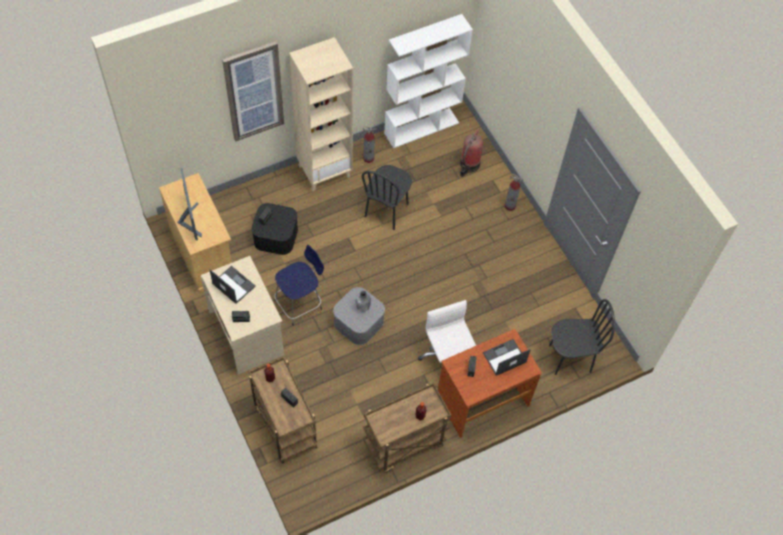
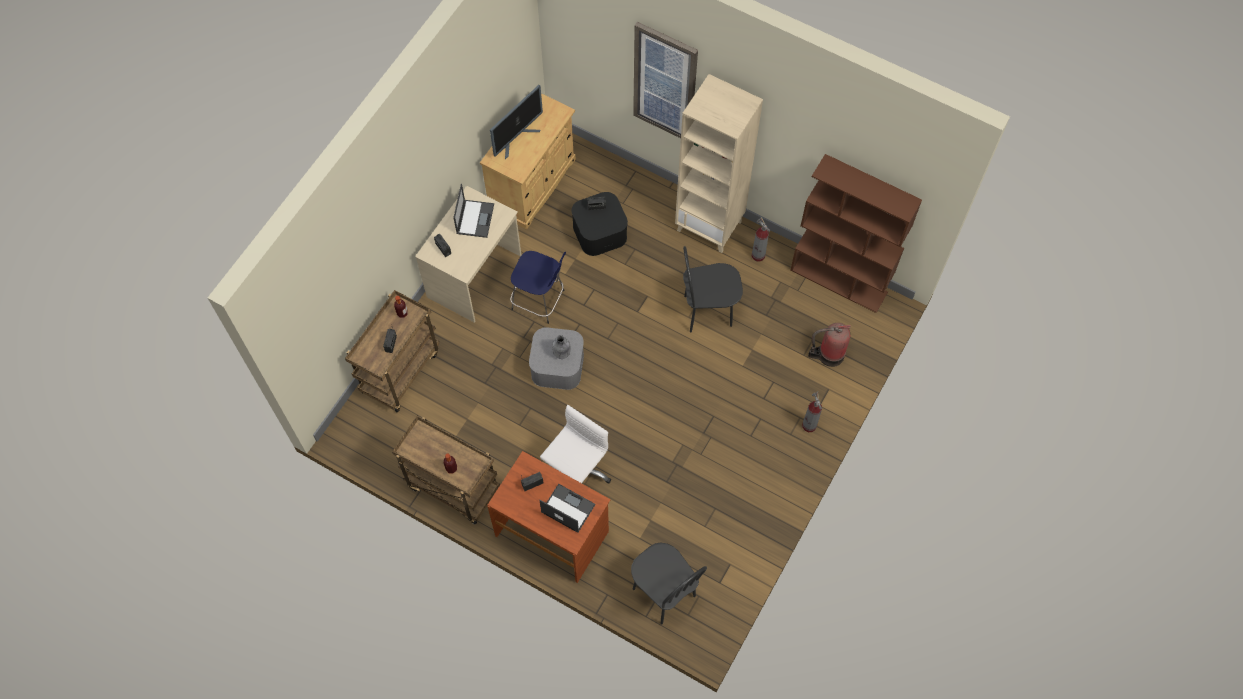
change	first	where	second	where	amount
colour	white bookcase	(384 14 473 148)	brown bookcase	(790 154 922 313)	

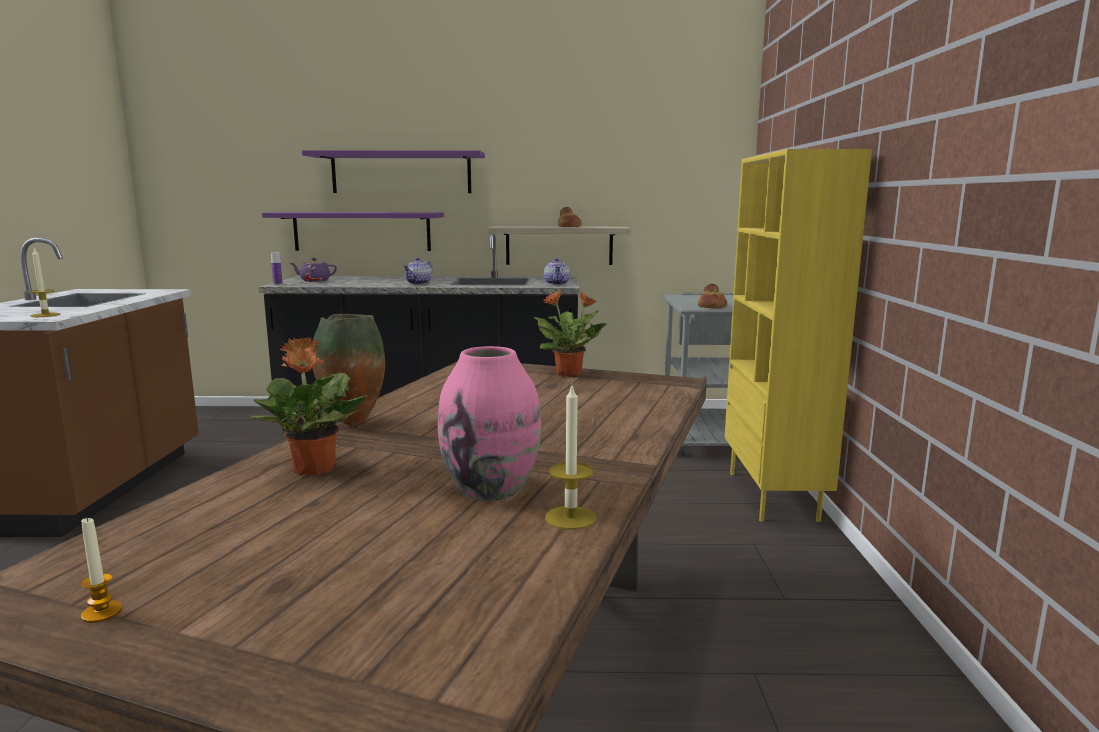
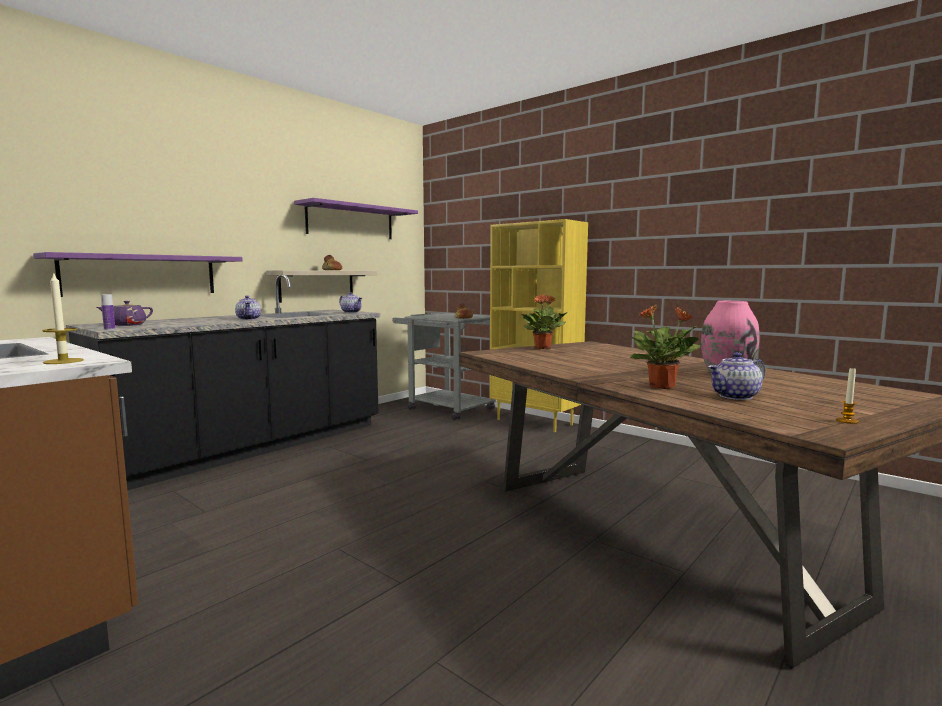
change	first	where	second	where	amount
relocated	purple shelf	(302 150 485 193)		(294 198 418 239)	
missing	vase	(313 314 385 426)			
missing	candle	(545 386 596 530)			
appeared			teapot	(708 352 765 400)	

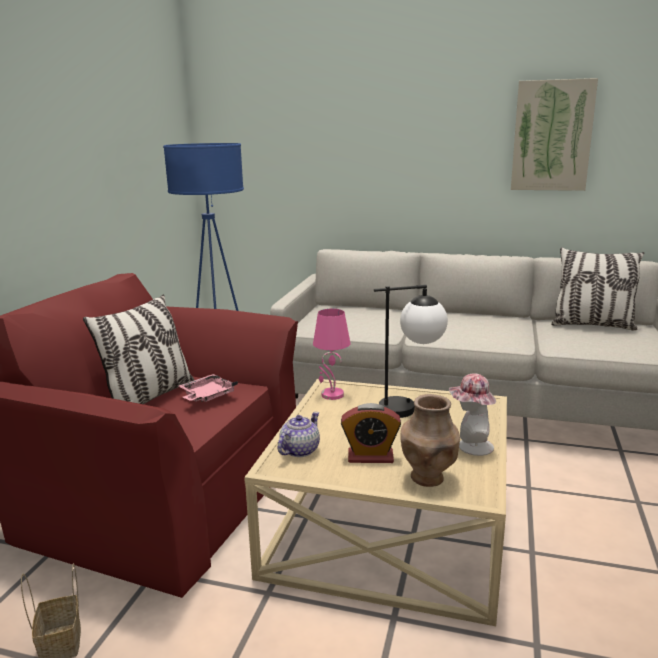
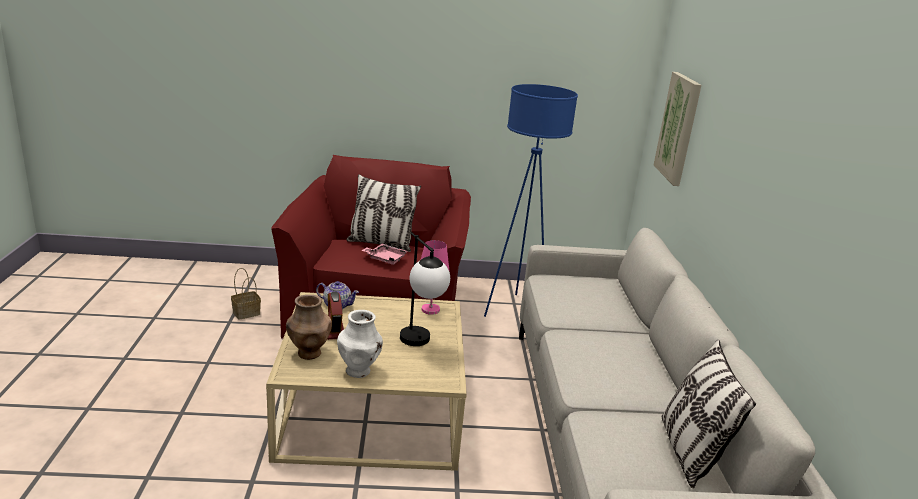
change	first	where	second	where	amount
exchanged	hat	(449 373 496 456)	white vase	(337 310 383 378)	
relocated	picture	(511 78 598 191)		(653 72 702 186)	

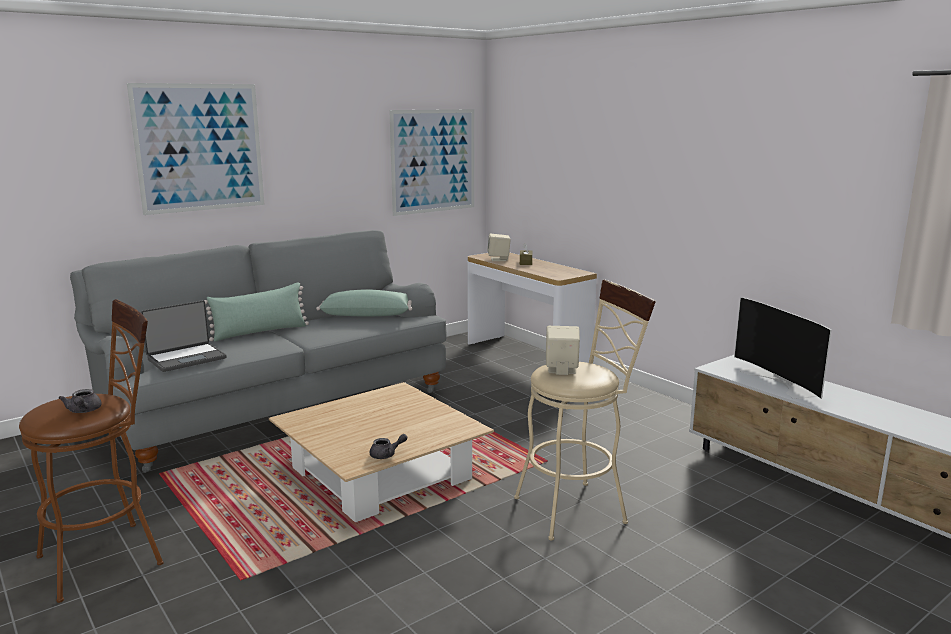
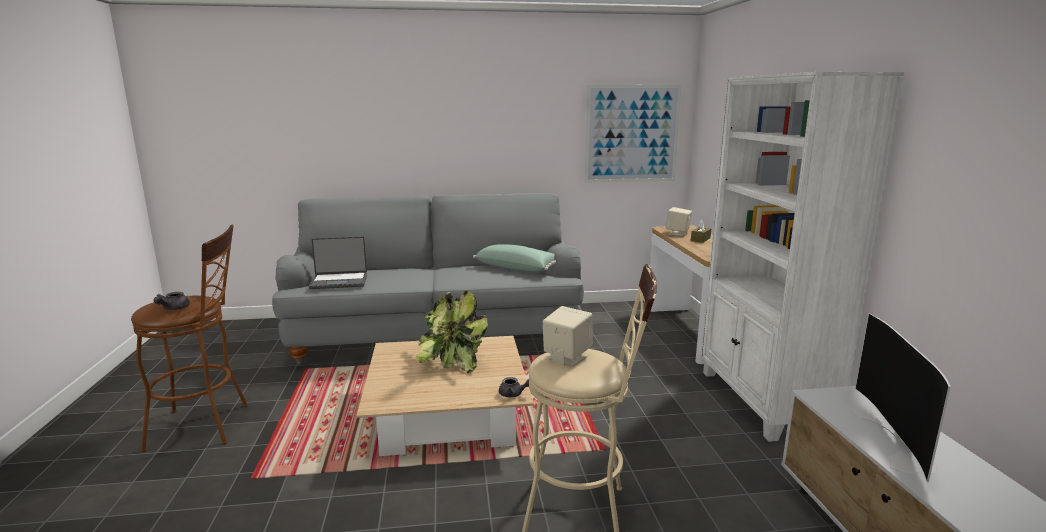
change	first	where	second	where	amount
missing	picture	(127 83 264 215)			
missing	green pillow	(204 282 309 341)			
relocated	grey teapot	(370 434 407 459)		(499 377 529 397)	
appeared			potted plant	(416 290 488 373)	
appeared			white bookcase	(701 72 904 442)	

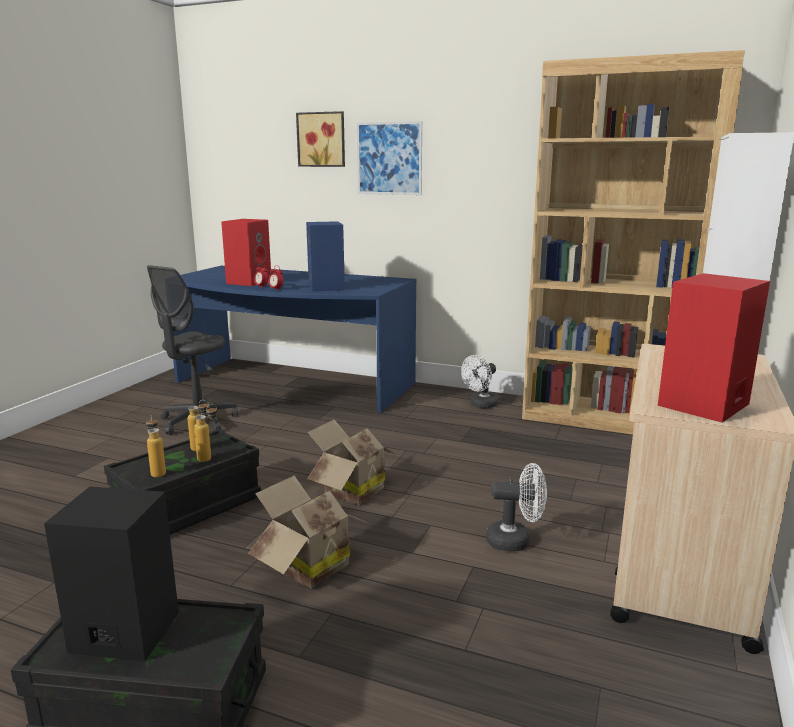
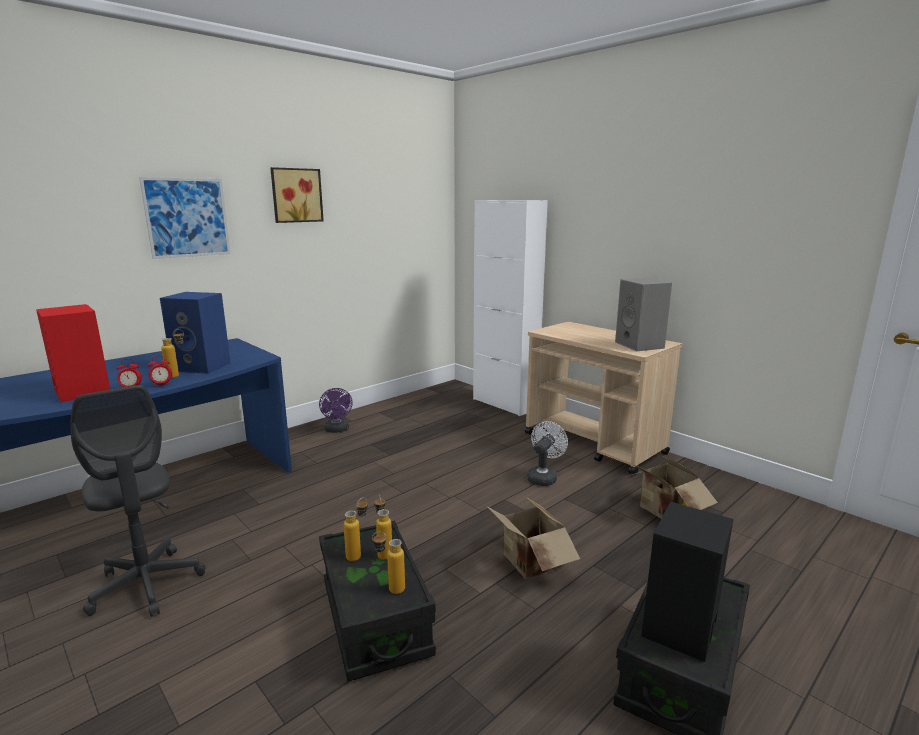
change	first	where	second	where	amount
relocated	picture	(296 111 345 167)		(270 167 324 223)	
relocated	cardboard box	(307 420 397 505)		(626 455 718 518)	
colour	white fan	(461 355 498 408)	purple fan	(319 388 353 433)	
missing	brown bookcase	(522 50 745 435)			
colour	red speaker	(658 273 770 423)	grey speaker	(615 278 672 351)	
appeared			bottle	(161 329 184 378)	

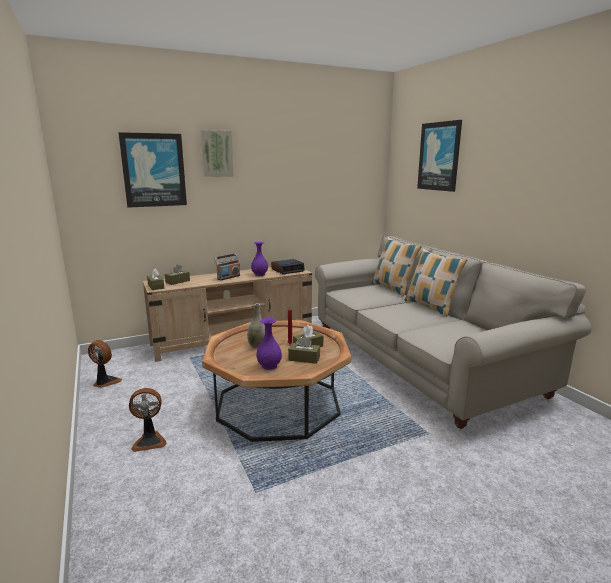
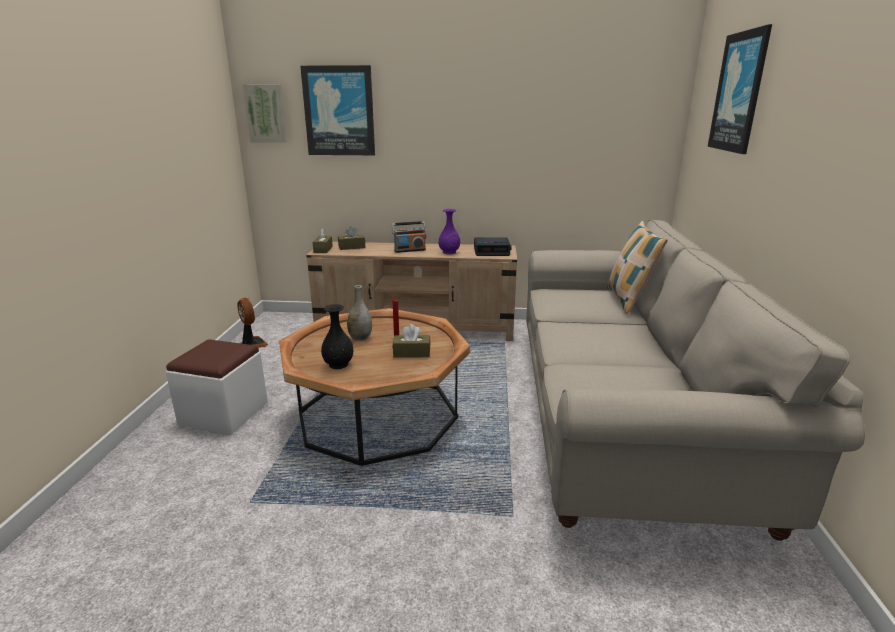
change	first	where	second	where	amount
exchanged	fan	(129 388 167 452)	white ottoman	(166 339 268 435)	
relocated	picture	(201 130 234 177)		(243 84 287 143)	
colour	purple vase	(256 318 282 370)	black vase	(321 304 353 369)	
missing	brown tissue box	(288 336 320 364)			
missing	pillow	(404 248 467 317)			

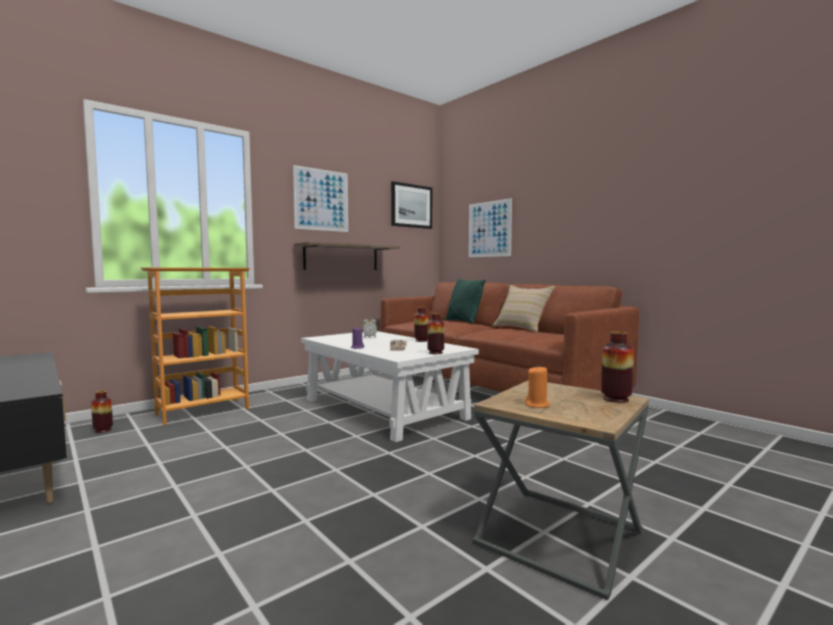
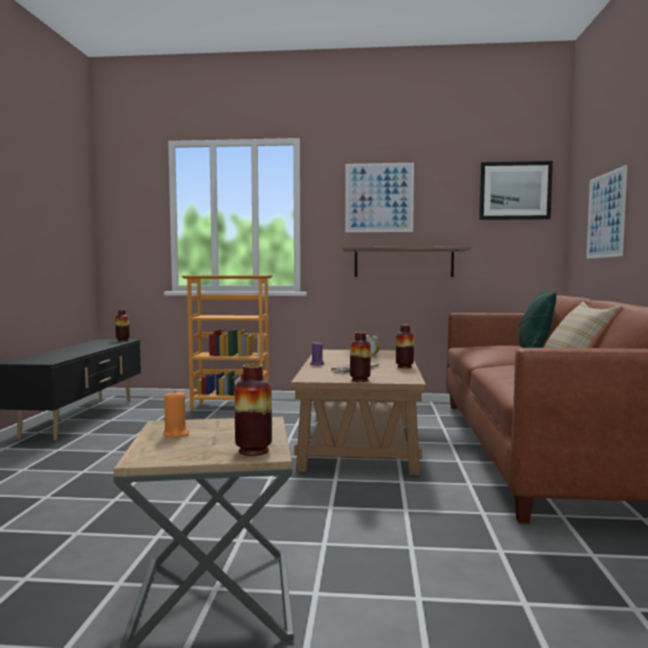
change	first	where	second	where	amount
relocated	vase	(91 391 113 433)		(115 310 130 341)	
colour	white coffee table	(301 331 479 442)	brown coffee table	(291 350 426 475)	

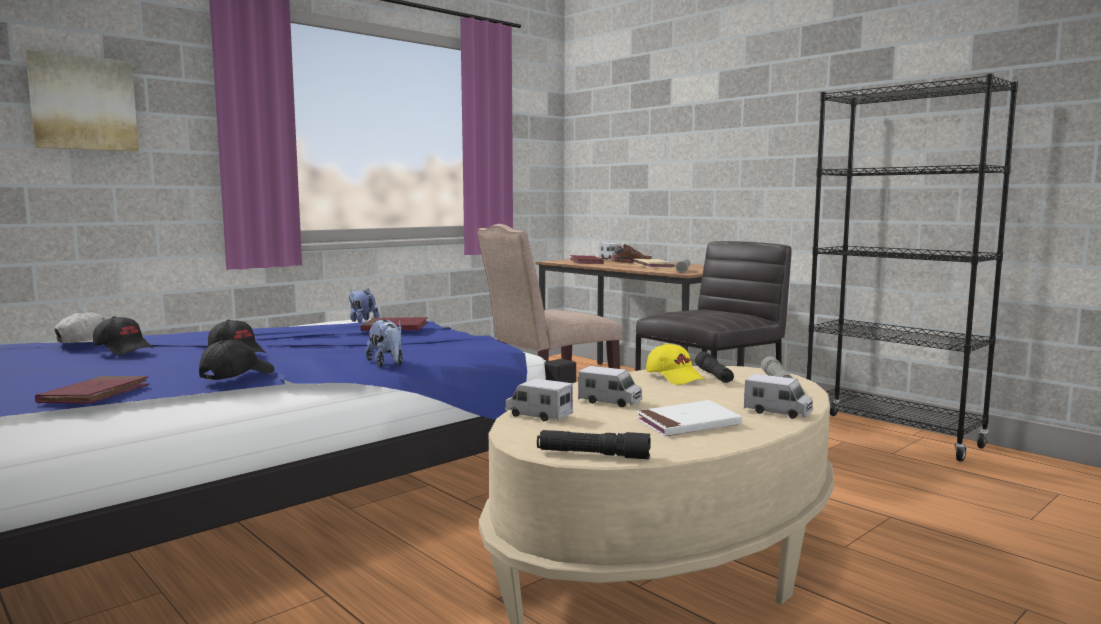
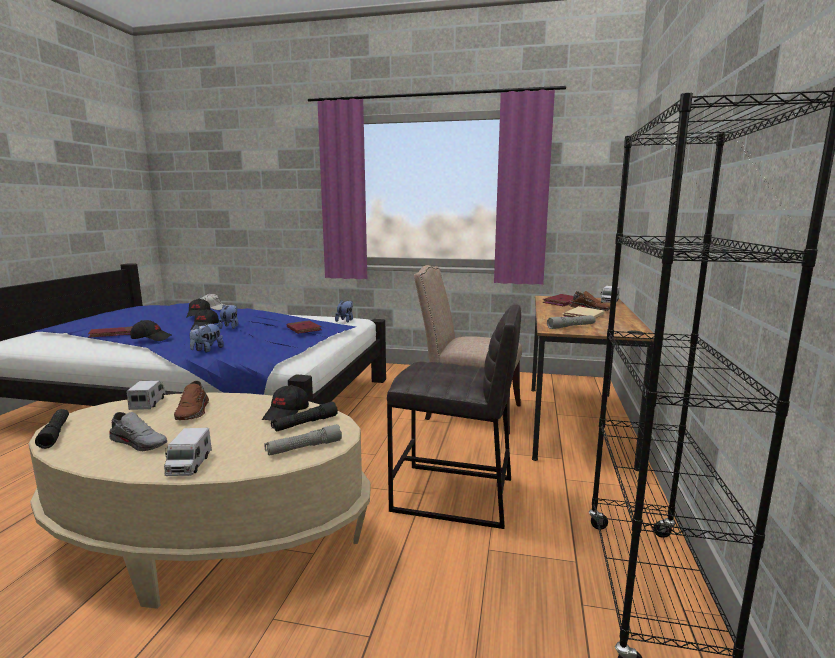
change	first	where	second	where	amount
missing	picture	(25 50 139 151)			
exchanged	toy truck	(578 366 643 407)	brown shoe	(174 381 209 420)	
exchanged	white book	(636 400 742 436)	grey shoe	(109 412 167 451)	
colour	yellow cap	(646 343 705 385)	black cap	(262 385 309 421)	
appeared			plush toy	(218 304 239 329)	

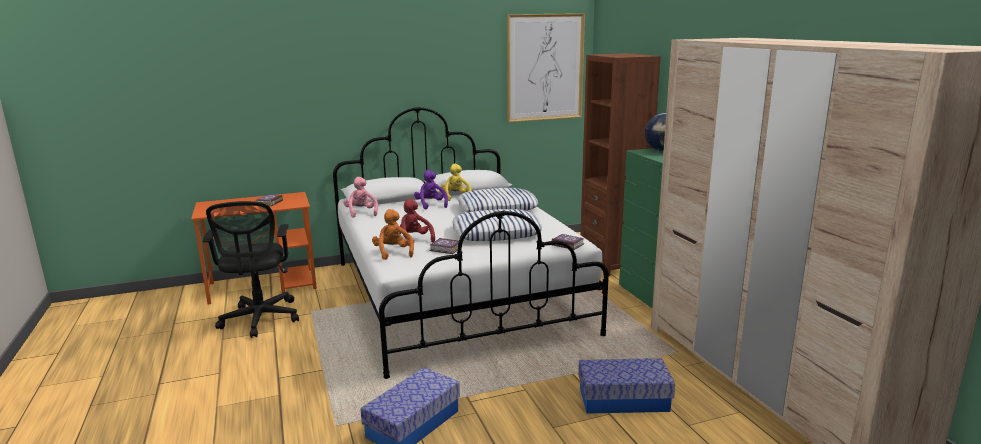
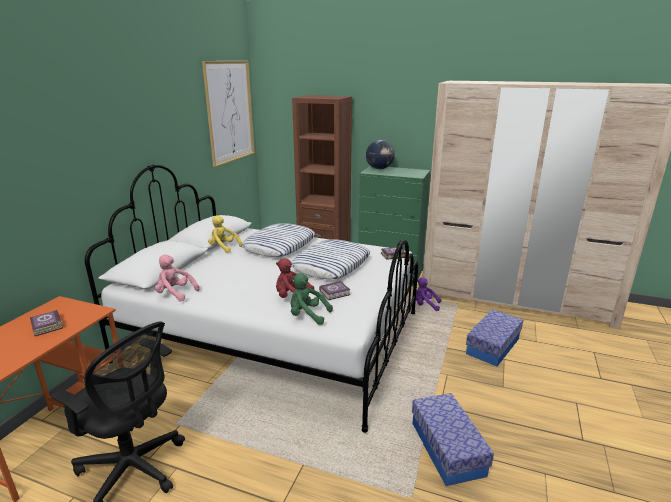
change	first	where	second	where	amount
colour	orange plush toy	(372 209 414 260)	green plush toy	(291 273 333 325)	
relocated	purple plush toy	(414 170 448 209)		(416 277 441 311)	

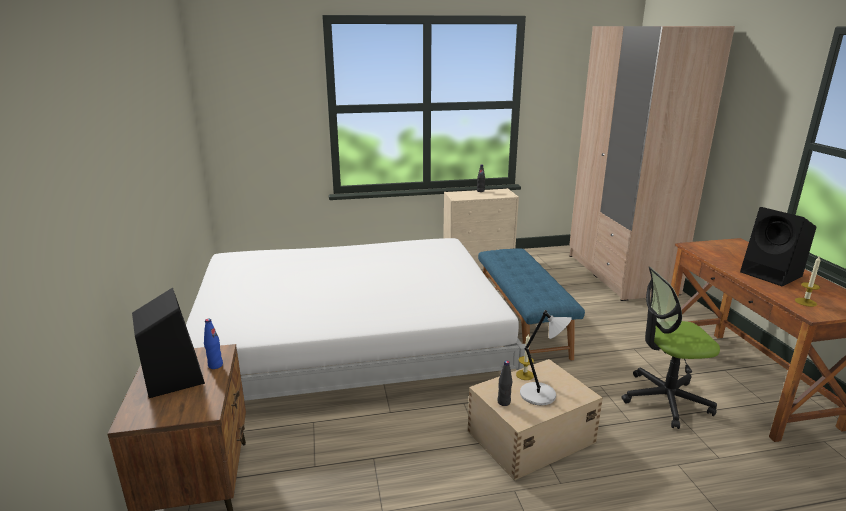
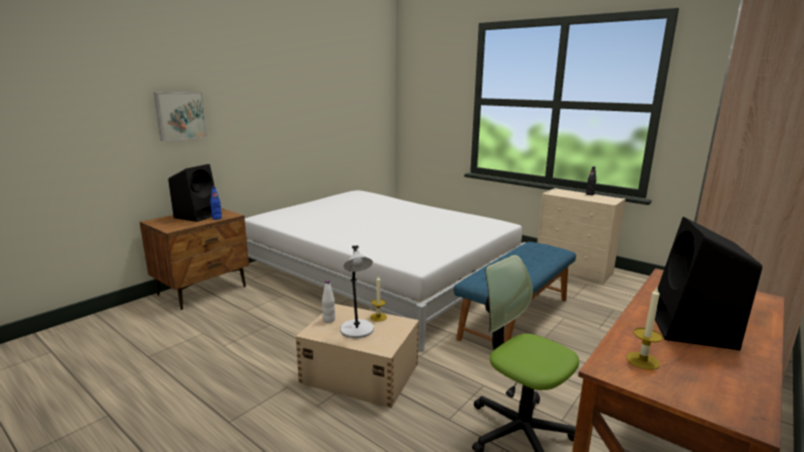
change	first	where	second	where	amount
colour	black bottle	(497 360 512 406)	white bottle	(322 280 335 323)	
appeared			picture	(154 92 207 141)	

